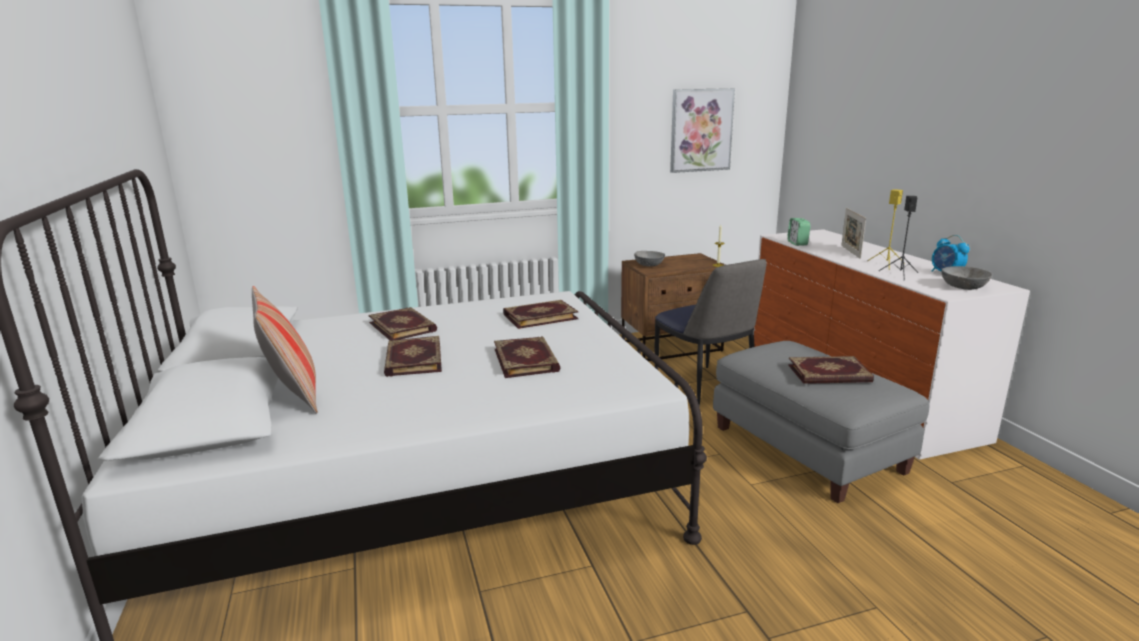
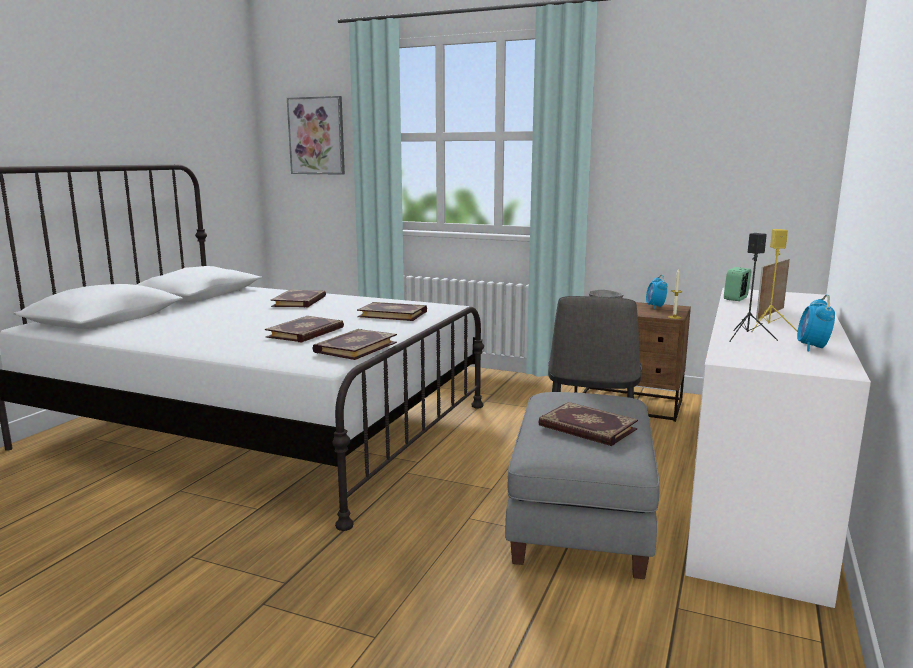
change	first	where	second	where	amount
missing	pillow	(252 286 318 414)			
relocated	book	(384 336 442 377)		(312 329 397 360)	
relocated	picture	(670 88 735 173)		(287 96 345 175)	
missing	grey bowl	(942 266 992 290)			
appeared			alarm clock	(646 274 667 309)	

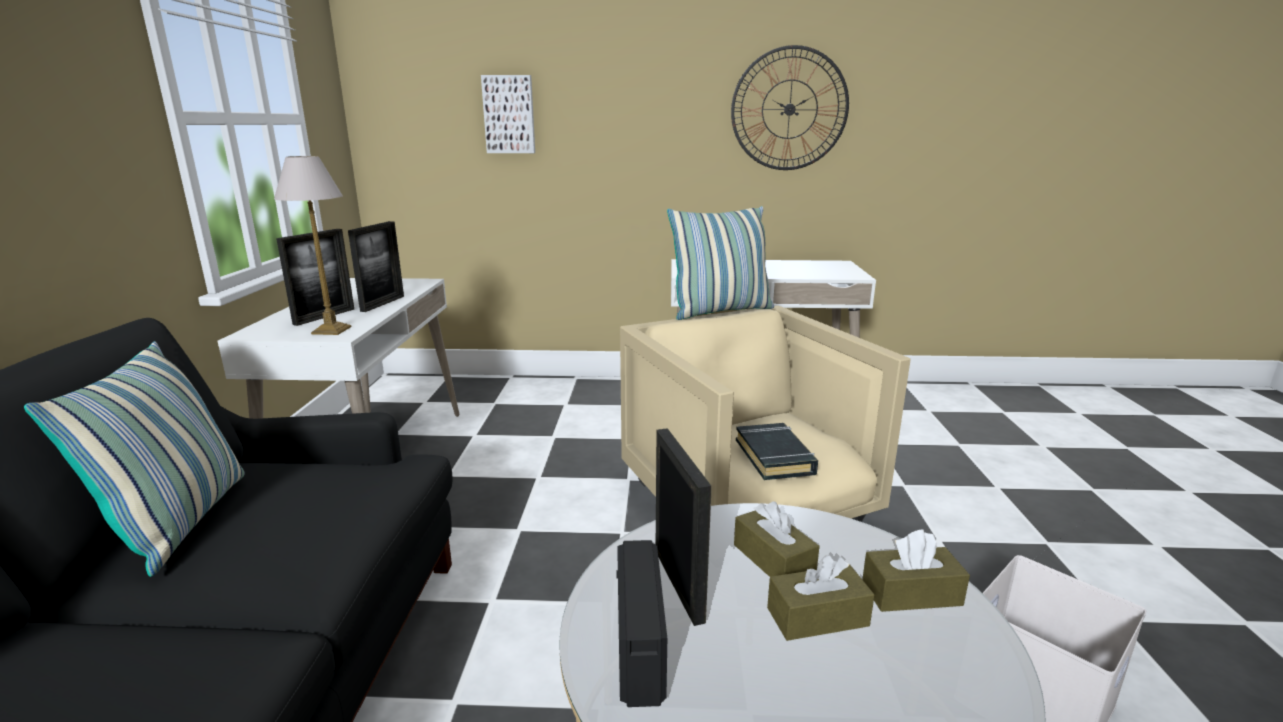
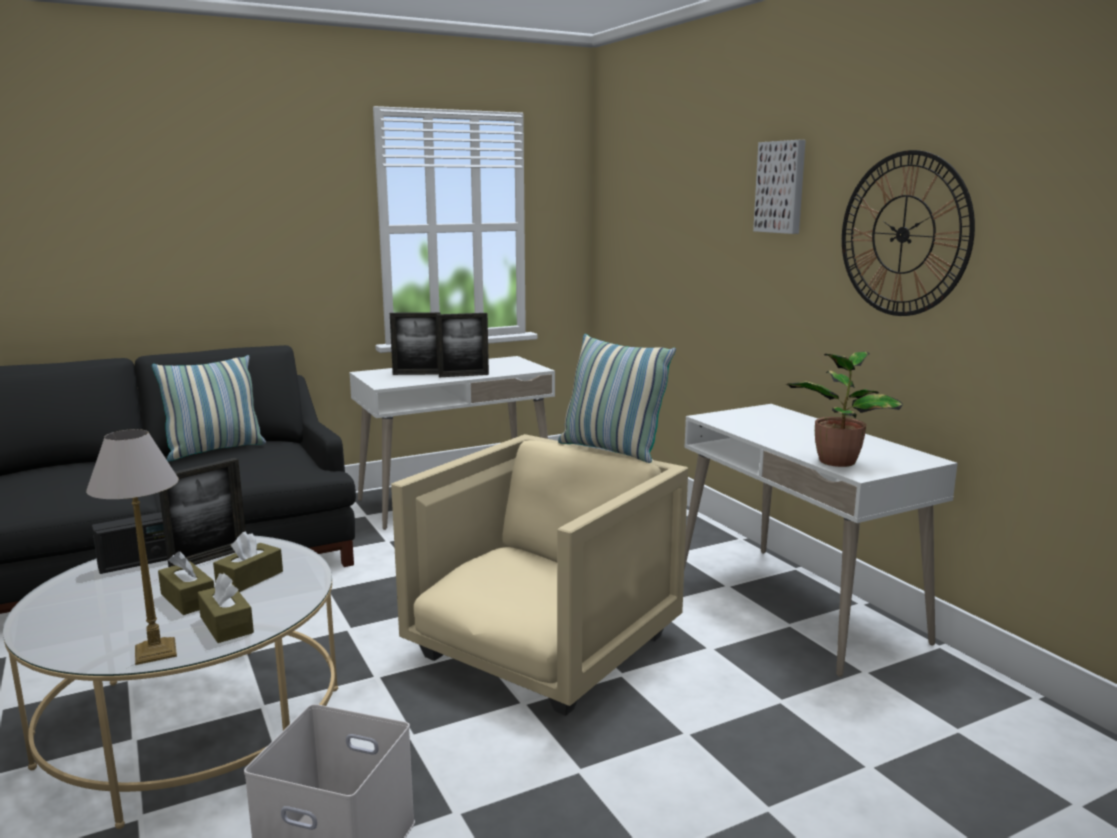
change	first	where	second	where	amount
relocated	table lamp	(274 156 351 335)		(86 429 179 665)	
relocated	picture	(481 75 535 153)		(753 140 806 234)	
missing	black book	(736 423 818 480)			
appeared			potted plant	(786 351 903 467)	

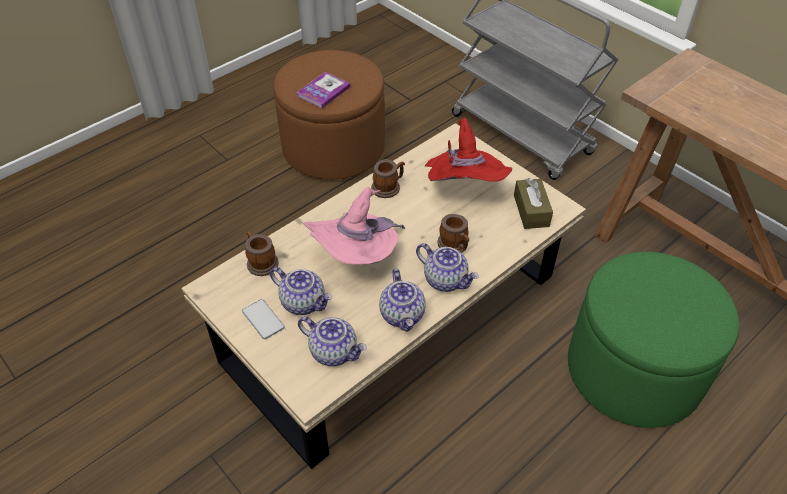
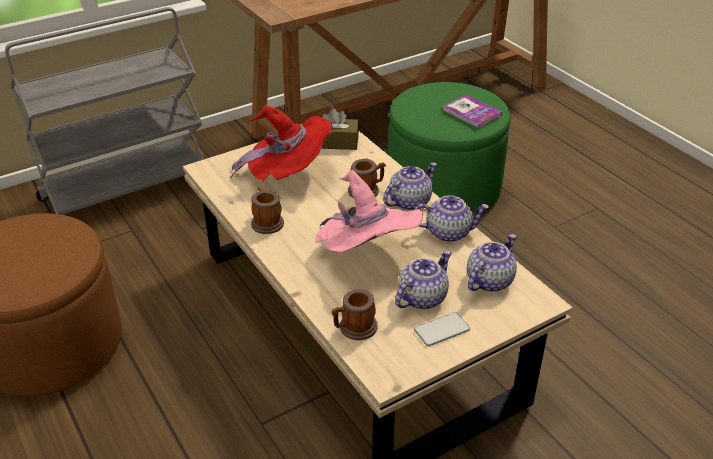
change	first	where	second	where	amount
relocated	book	(296 72 350 109)		(442 95 502 129)	

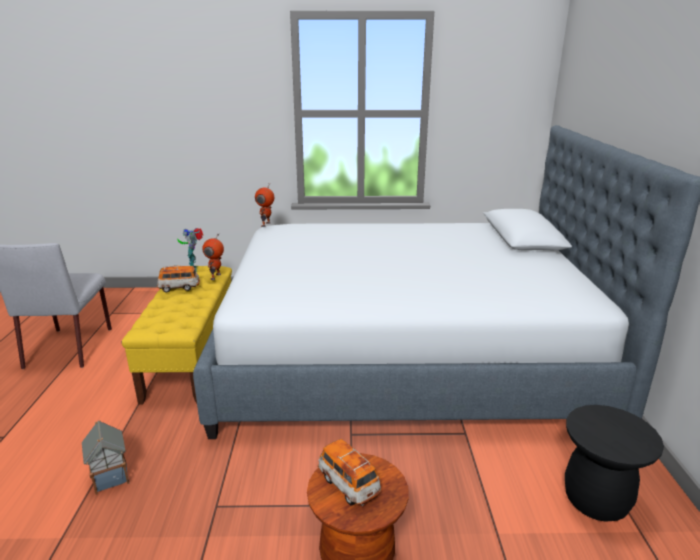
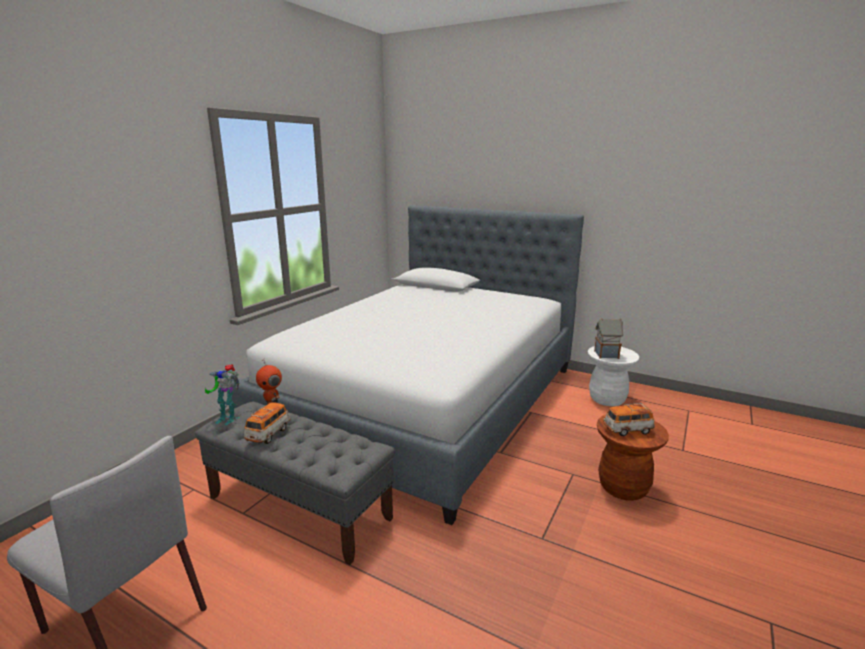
change	first	where	second	where	amount
relocated	toy house	(82 420 130 495)		(594 318 624 359)	
colour	yellow bench	(121 266 232 405)	grey bench	(195 402 395 565)	
missing	toy robot	(255 183 274 227)			
colour	black stool	(565 405 664 522)	white stool	(588 346 639 406)	

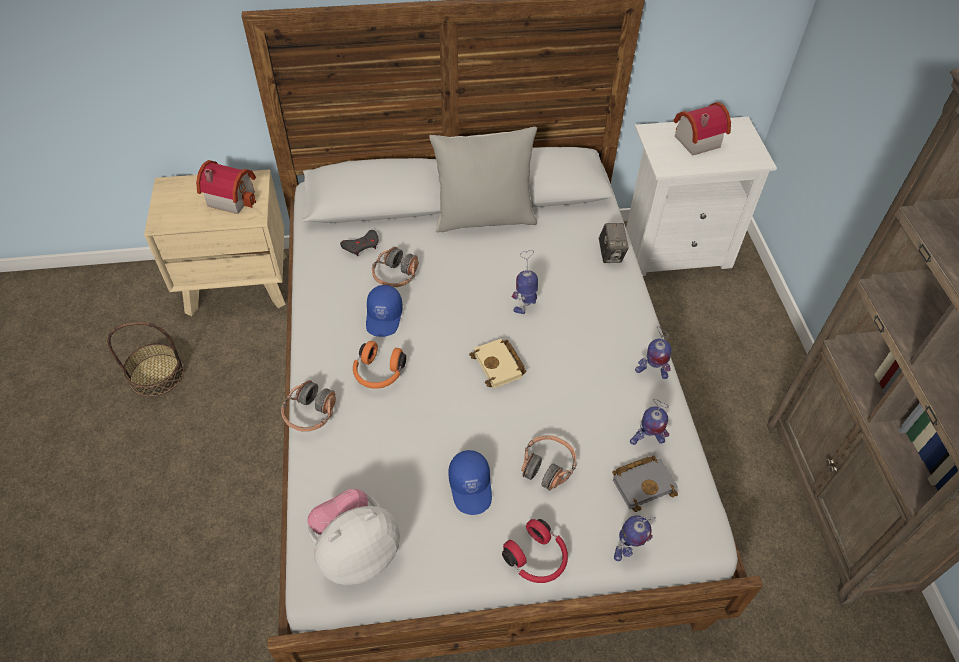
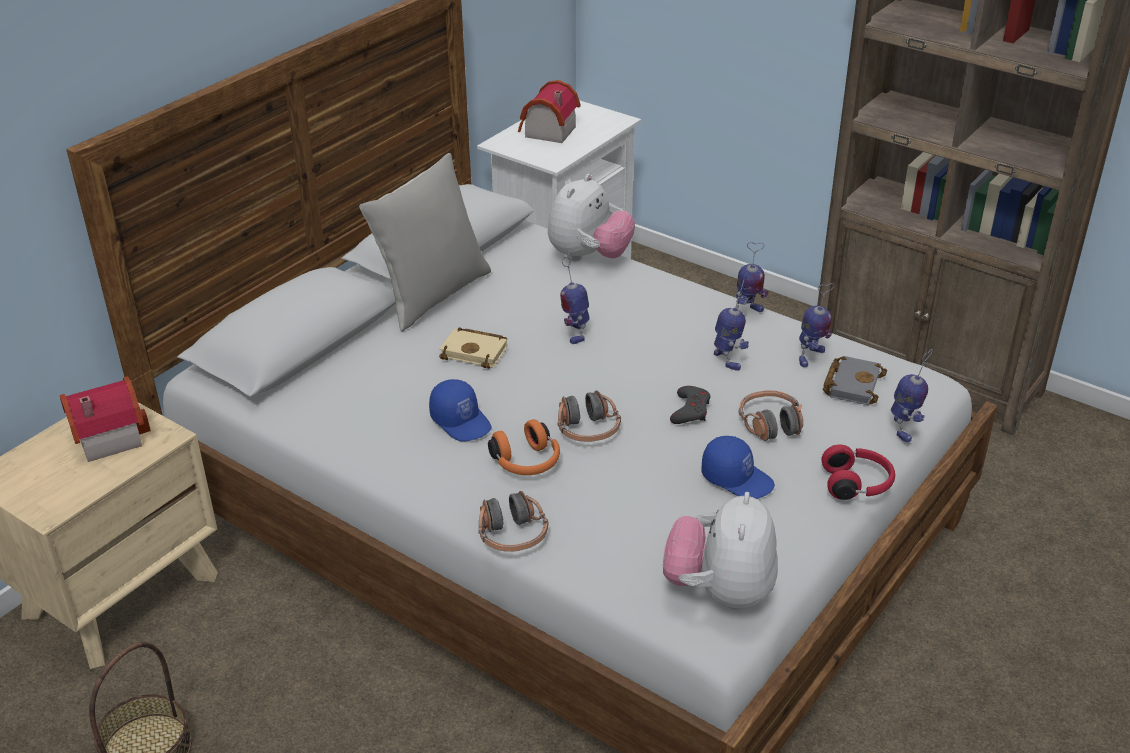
change	first	where	second	where	amount
relocated	grey game controller	(340 230 378 256)		(670 386 710 424)	
relocated	headphones	(372 247 418 287)		(558 390 621 442)	
relocated	beige book	(469 339 527 388)		(439 327 507 369)	
exchanged	photo camera	(598 223 629 263)	plush toy	(548 174 635 262)	
appeared			toy robot	(714 280 749 371)	

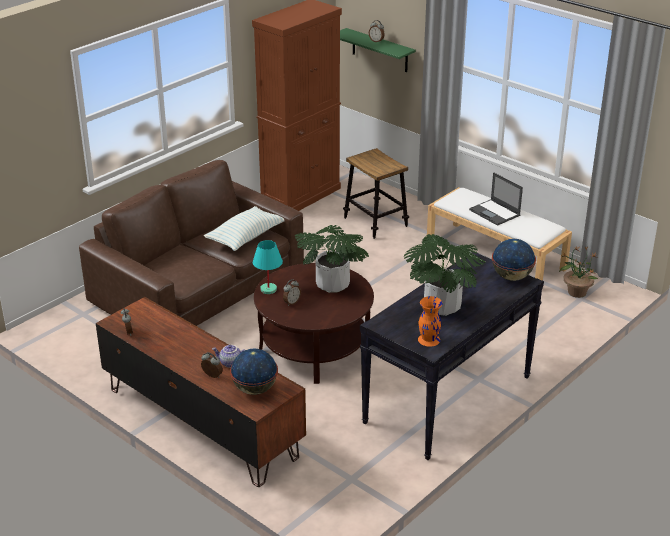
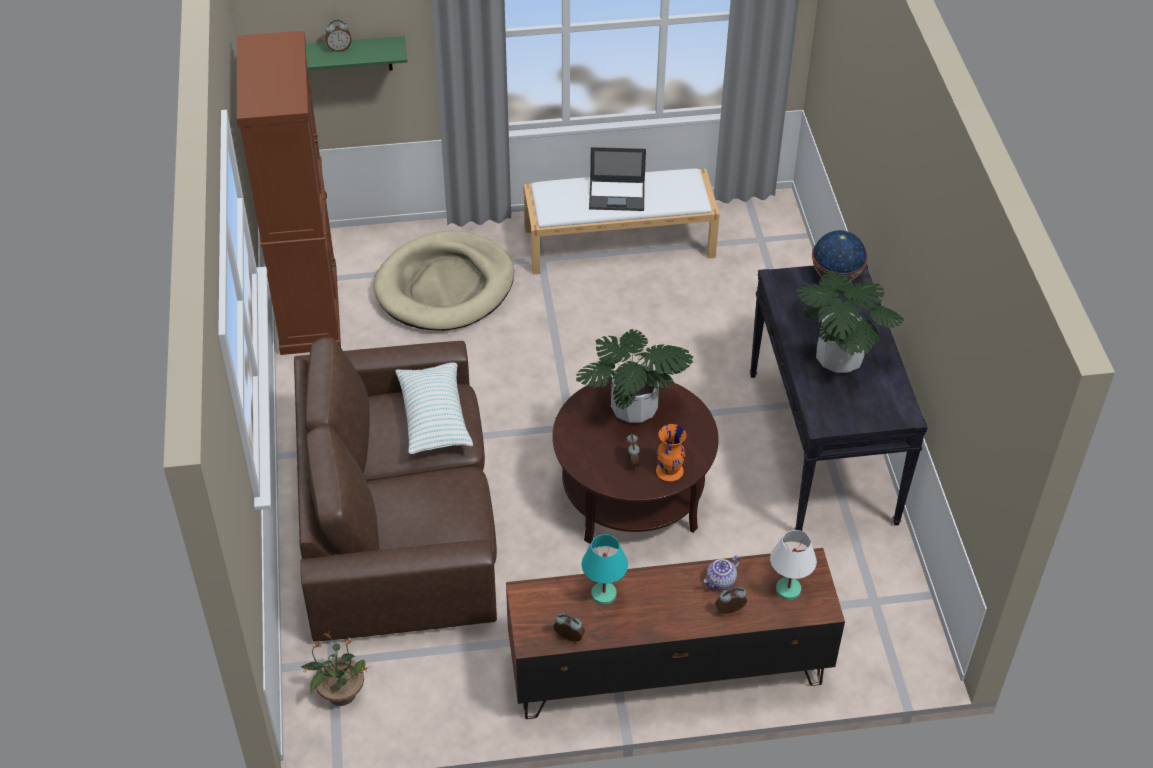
change	first	where	second	where	amount
exchanged	globe	(230 348 278 395)	white table lamp	(770 530 817 600)	
relocated	turquoise table lamp	(253 240 283 294)		(582 534 628 605)	
exchanged	stool	(343 148 409 239)	beige dog bed	(373 231 514 331)	
relocated	orange vase	(418 296 442 347)		(656 424 686 481)	
relocated	potted plant	(559 246 598 298)		(301 633 369 706)	

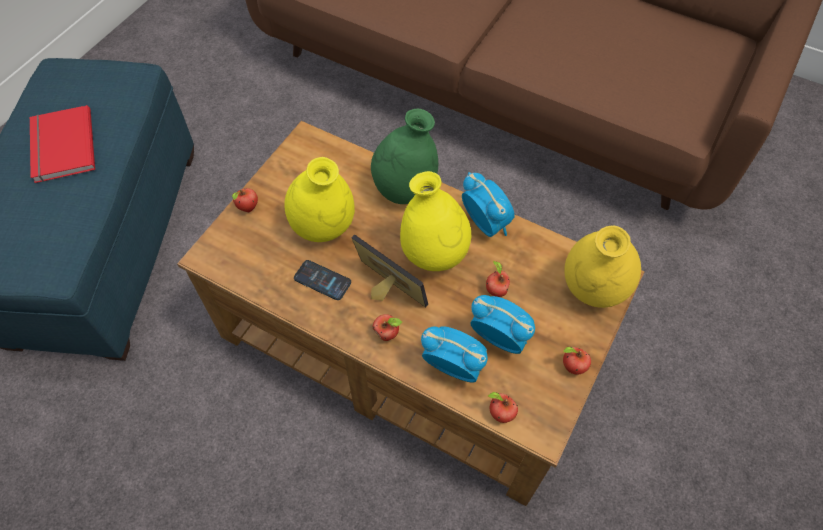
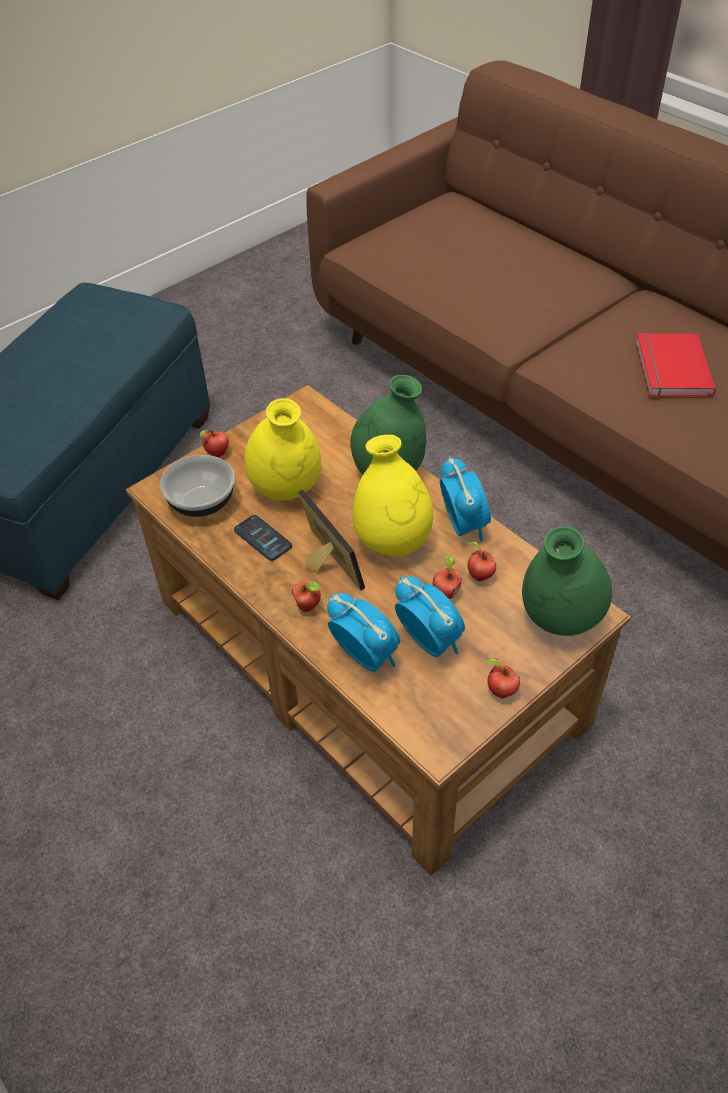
change	first	where	second	where	amount
relocated	red book	(30 105 95 183)		(636 333 716 396)	
relocated	apple	(488 392 518 423)		(466 542 496 581)	
colour	yellow vase	(564 226 641 308)	green vase	(522 526 612 636)	
appeared			bowl	(160 455 235 517)	

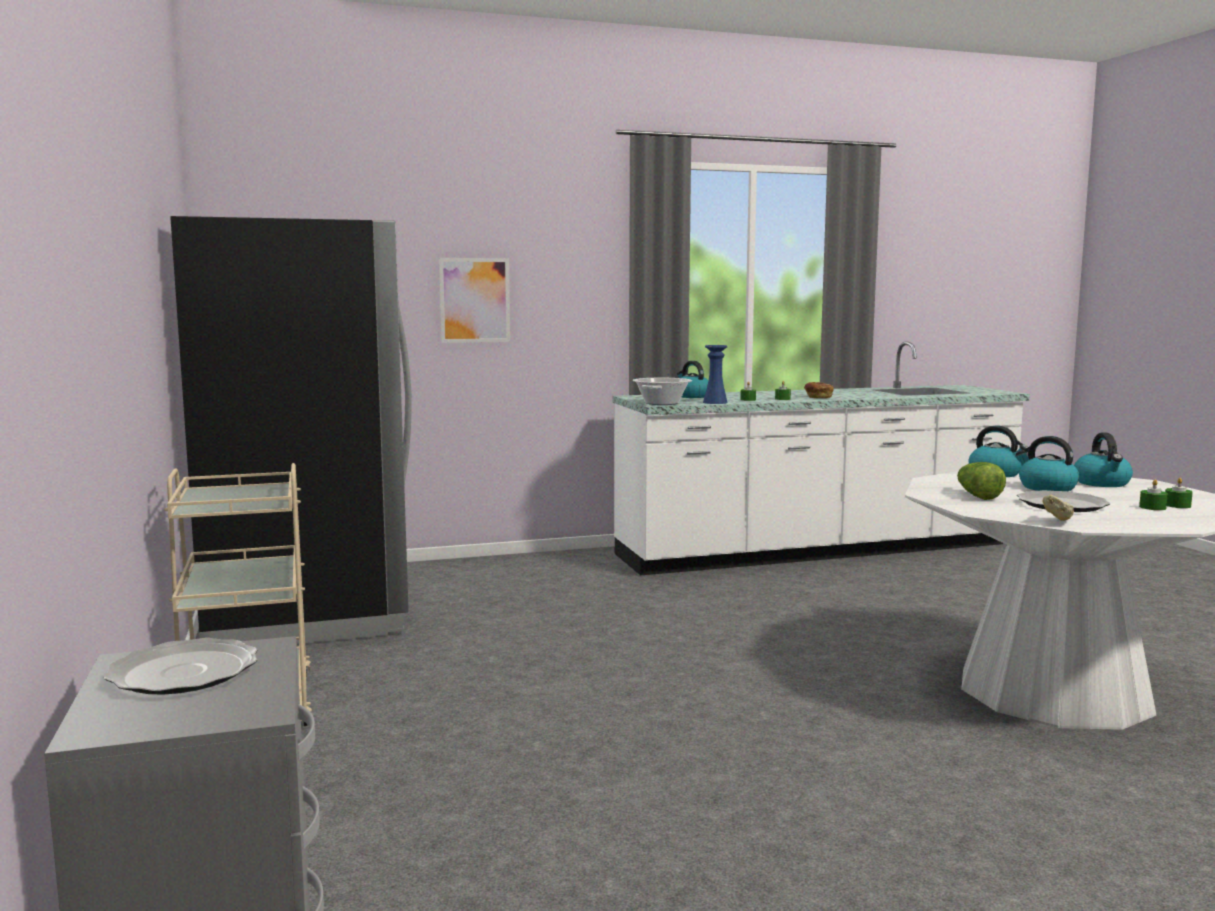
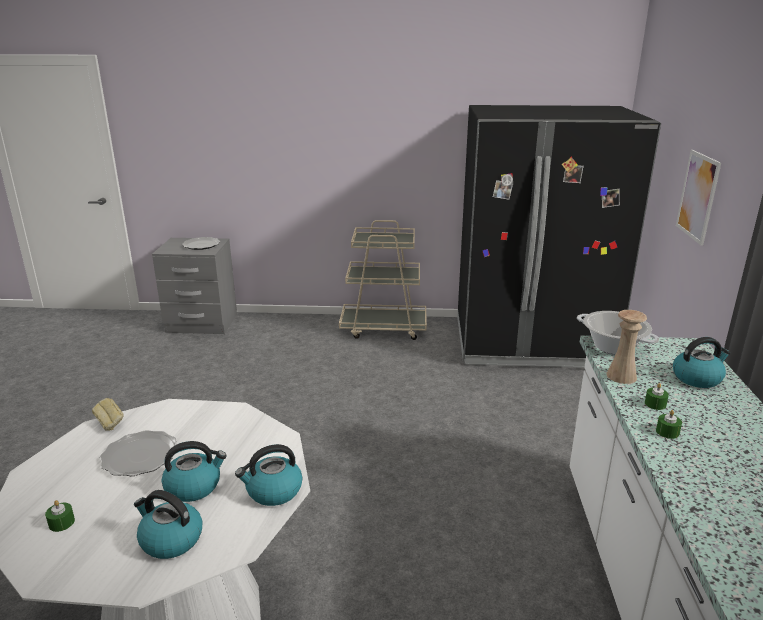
change	first	where	second	where	amount
colour	blue vase	(703 345 728 404)	beige vase	(606 310 647 384)	
missing	bread	(804 382 834 398)			
missing	lettuce	(957 462 1006 500)			
missing	green candle	(1139 479 1168 510)			

